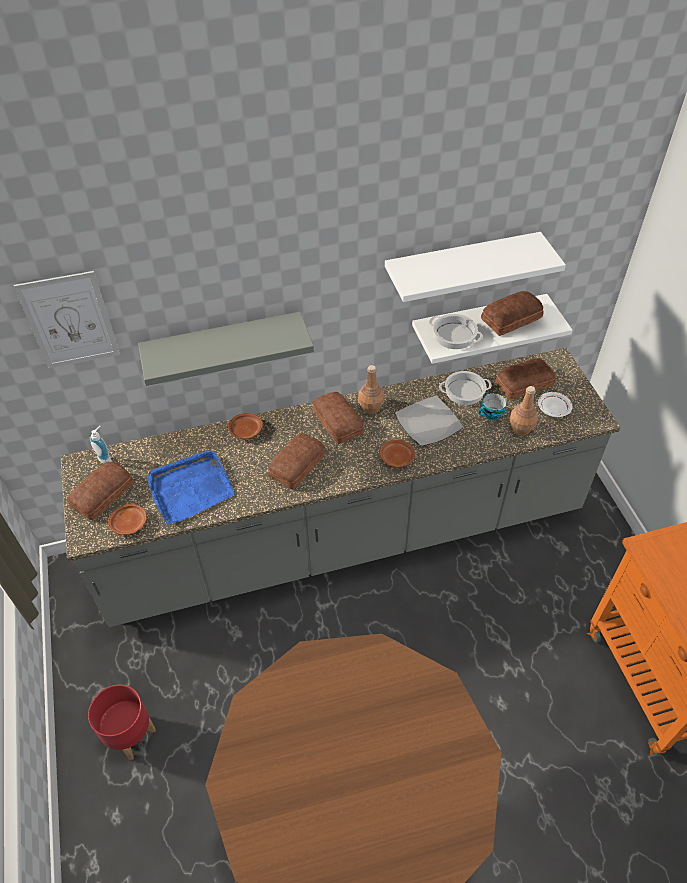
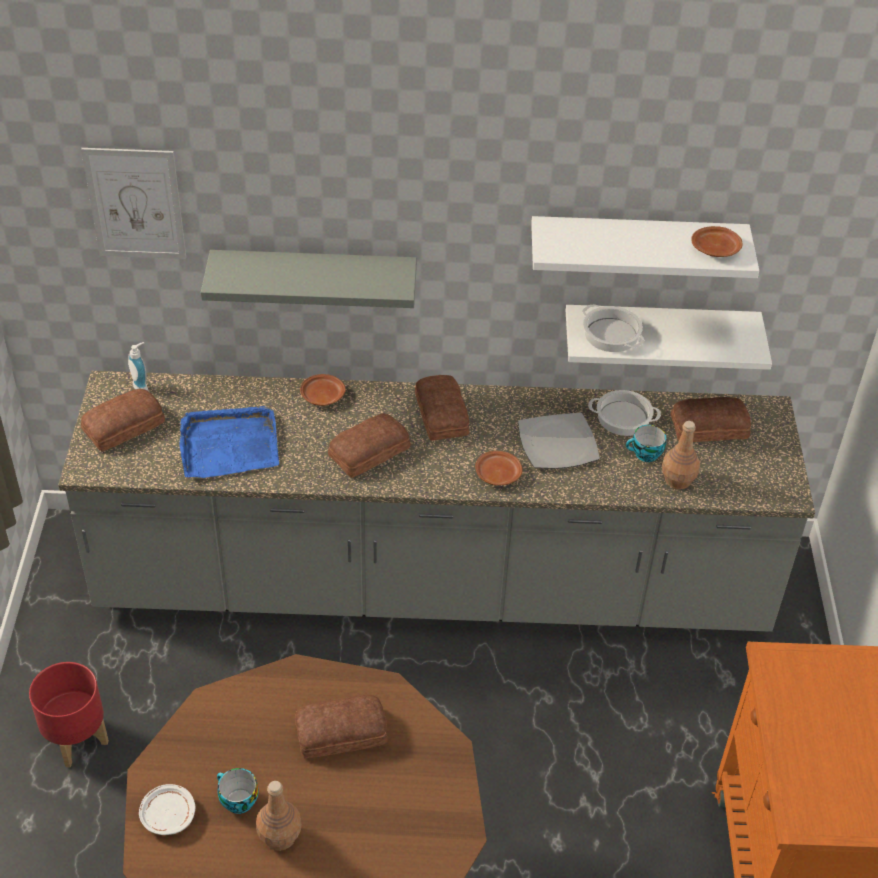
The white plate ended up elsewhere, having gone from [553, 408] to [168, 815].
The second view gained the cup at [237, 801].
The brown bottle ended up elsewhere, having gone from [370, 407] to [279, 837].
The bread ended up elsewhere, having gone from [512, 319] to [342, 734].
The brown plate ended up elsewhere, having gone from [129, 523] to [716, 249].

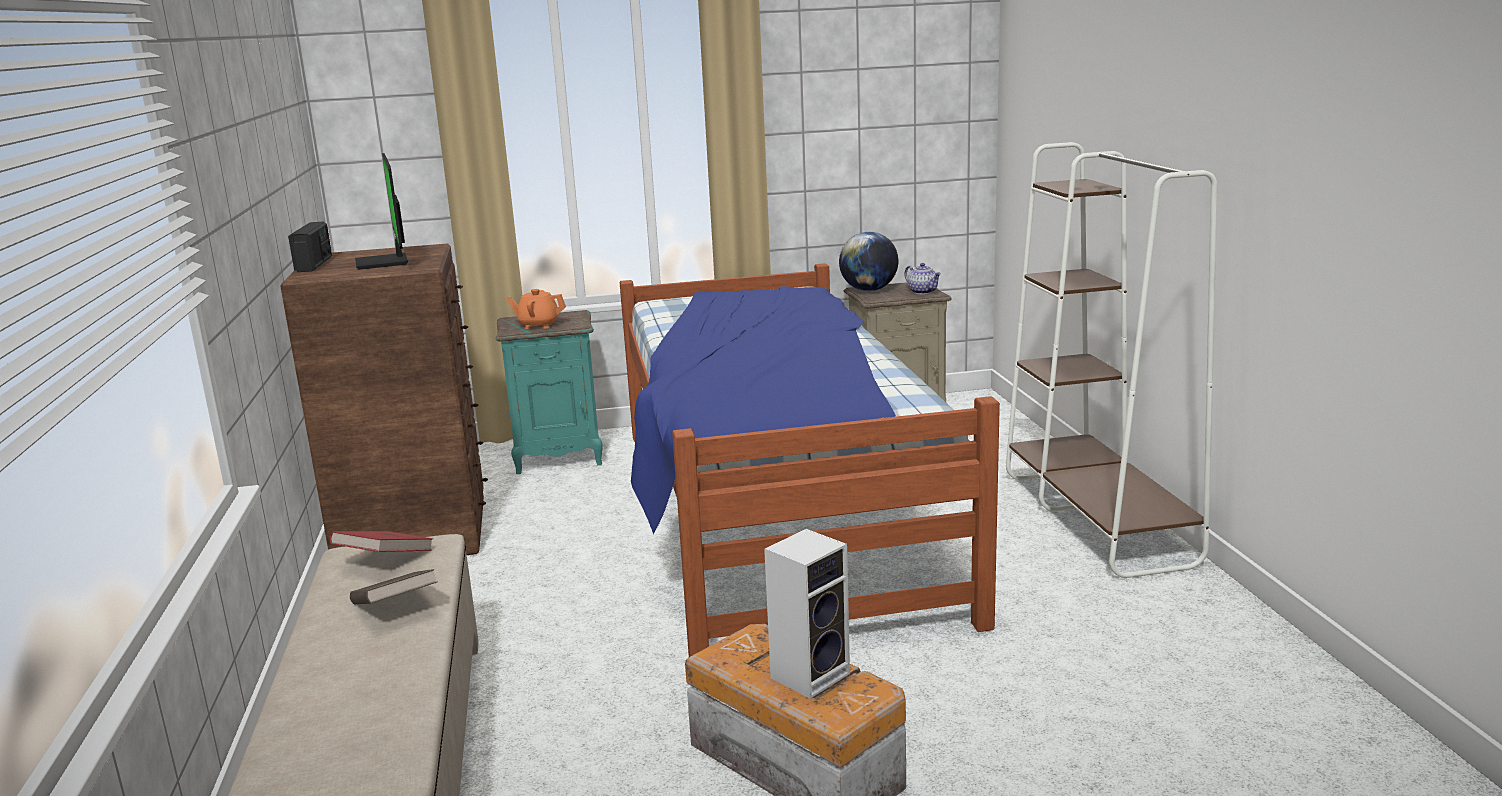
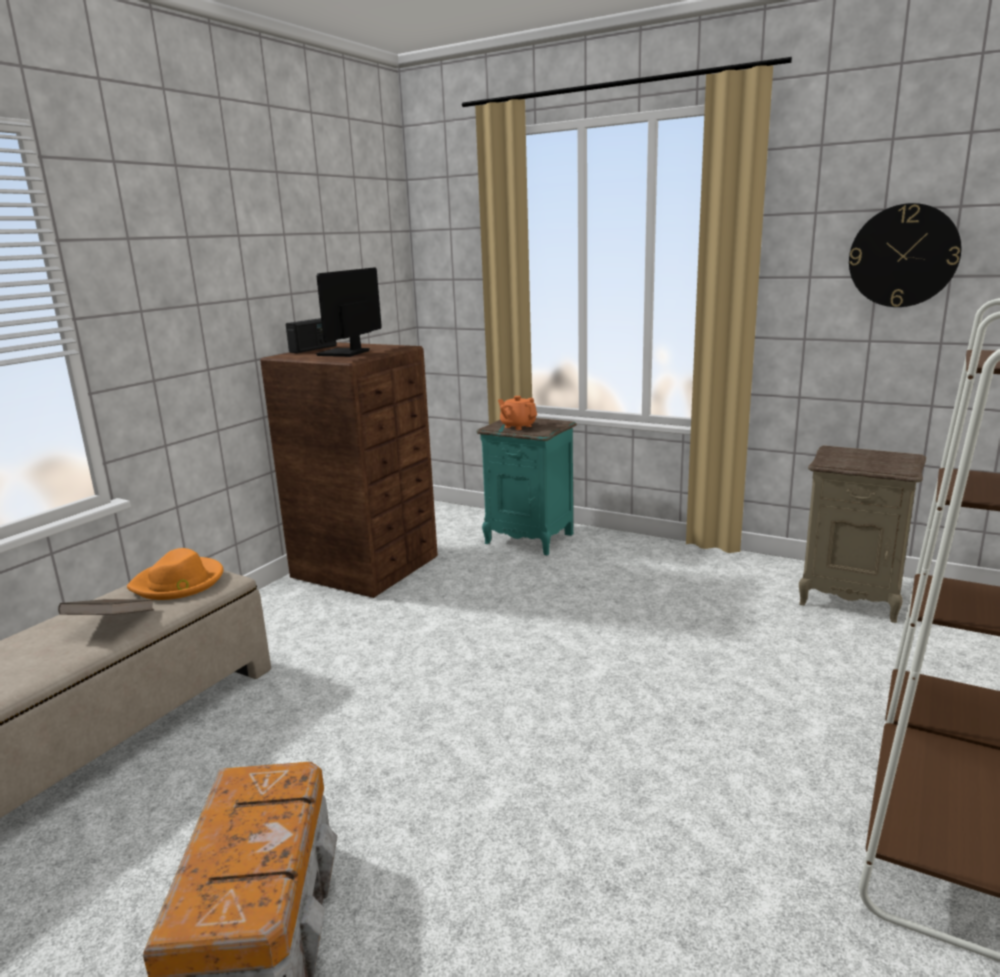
Where the red book stood at [385, 560], the orange hat came to stand at [179, 583].
The second view gained the wall clock at [903, 256].
The second view lost the bed at [774, 515].
The second view lost the speaker at [811, 674].
The second view lost the globe at [869, 290].
The second view lost the teapot at [923, 292].

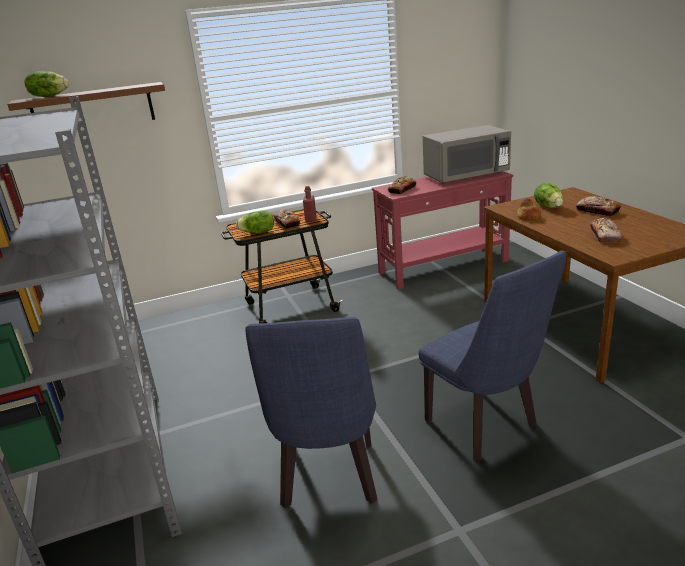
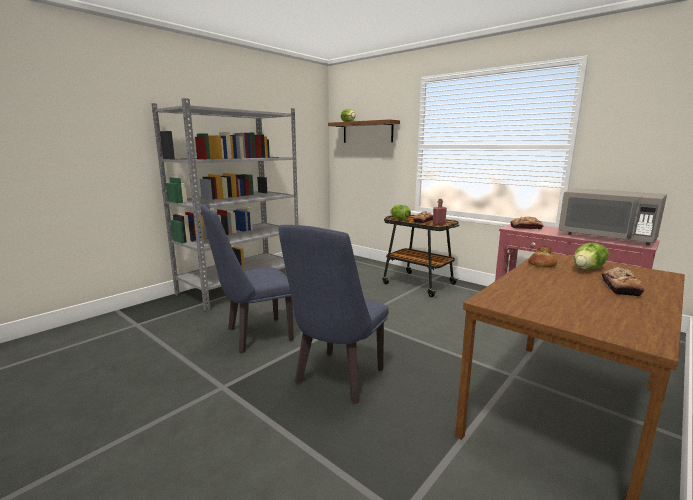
The second view lost the bread at [605, 235].

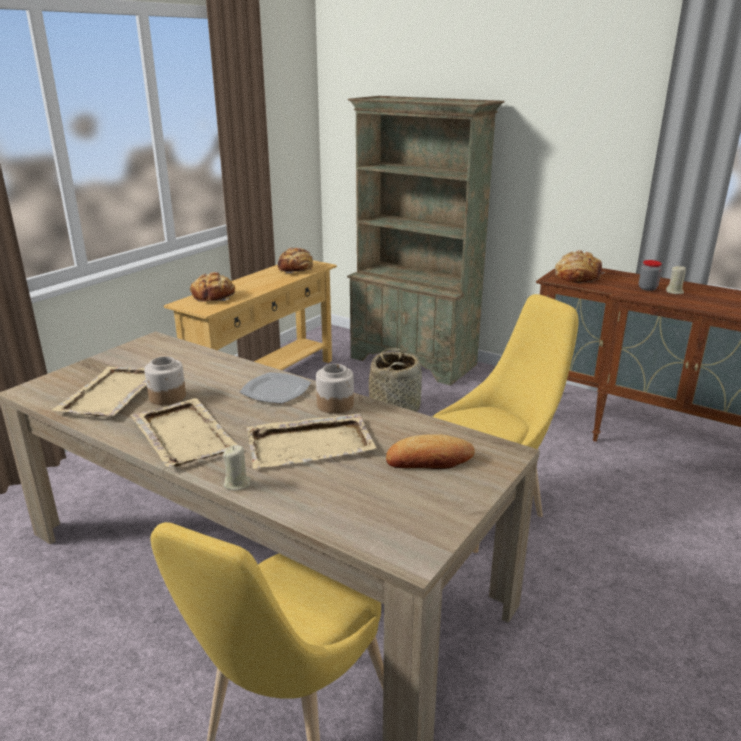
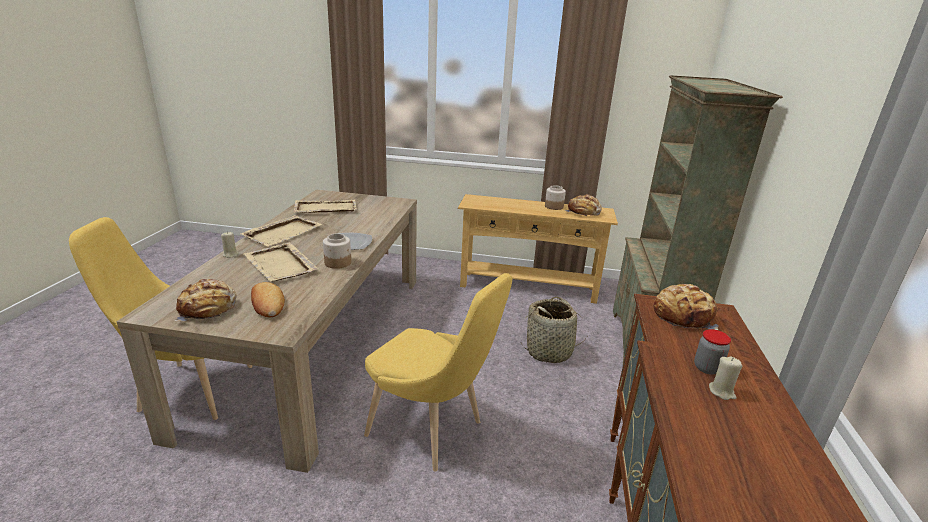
The bread ended up elsewhere, having gone from [214, 296] to [208, 309].
The jar ended up elsewhere, having gone from [167, 397] to [553, 206].

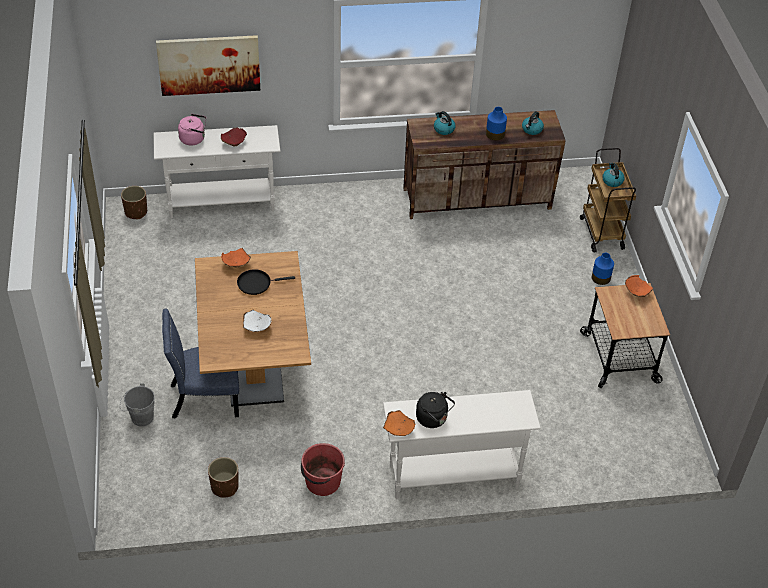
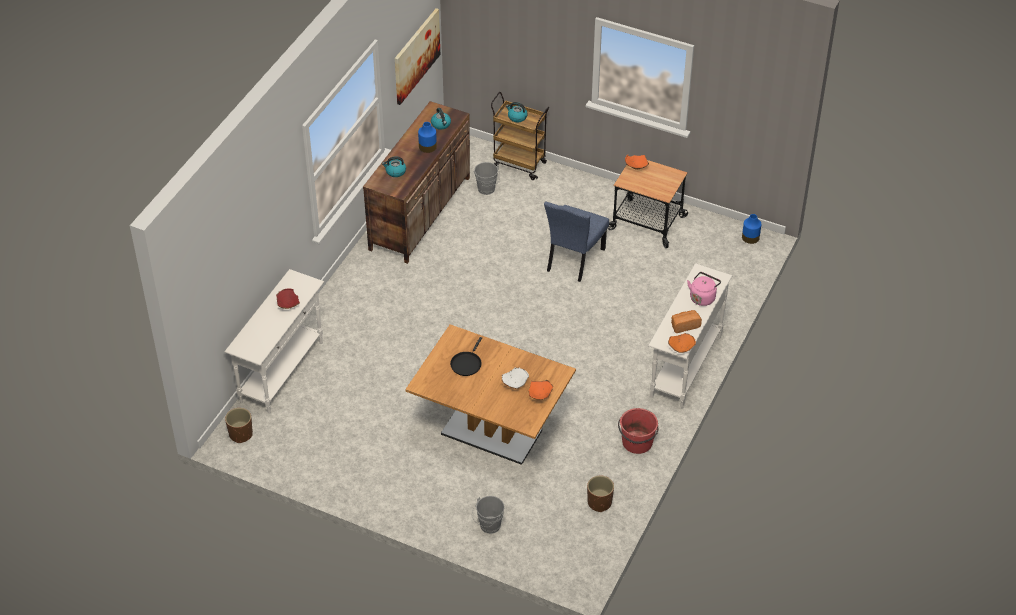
The picture ended up elsewhere, having gone from [209, 64] to [416, 55].
The second view gained the grey bucket at [487, 190].
The orange bowl ended up elsewhere, having gone from [236, 264] to [540, 395].
The blue chair ended up elsewhere, having gone from [206, 398] to [574, 258].
Where the black kettle stood at [433, 419], the bread came to stand at [684, 325].
The pink kettle ended up elsewhere, having gone from [194, 139] to [703, 297].
The blue vase ended up elsewhere, having gone from [601, 278] to [750, 237].

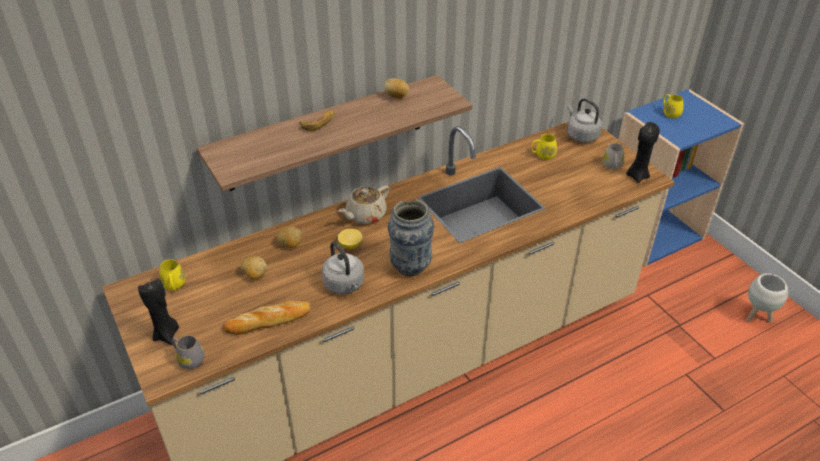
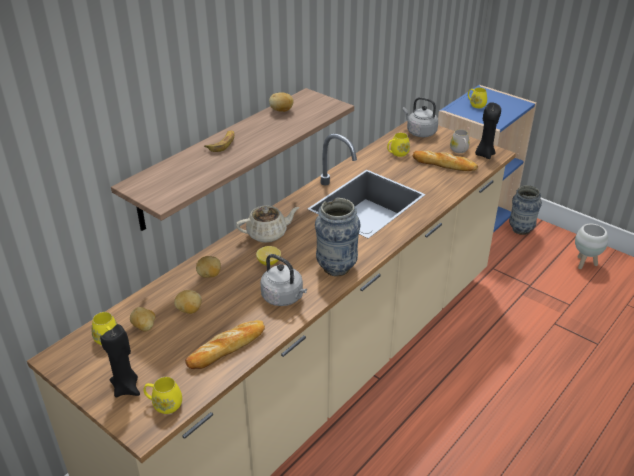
The second view gained the potato at [144, 327].
What was the grey mug at [189, 359] turned into the yellow mug at [164, 404].
The beige teapot at [365, 215] ended up facing another way, 135 degrees counterclockwise from before.
The second view gained the bread at [444, 164].
The second view gained the vase at [520, 230].

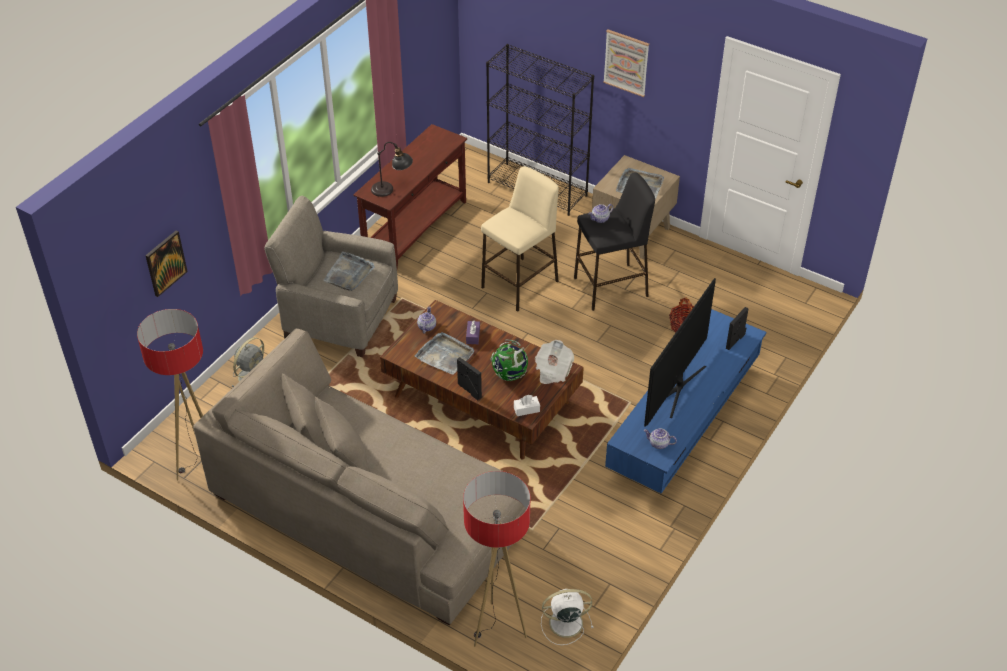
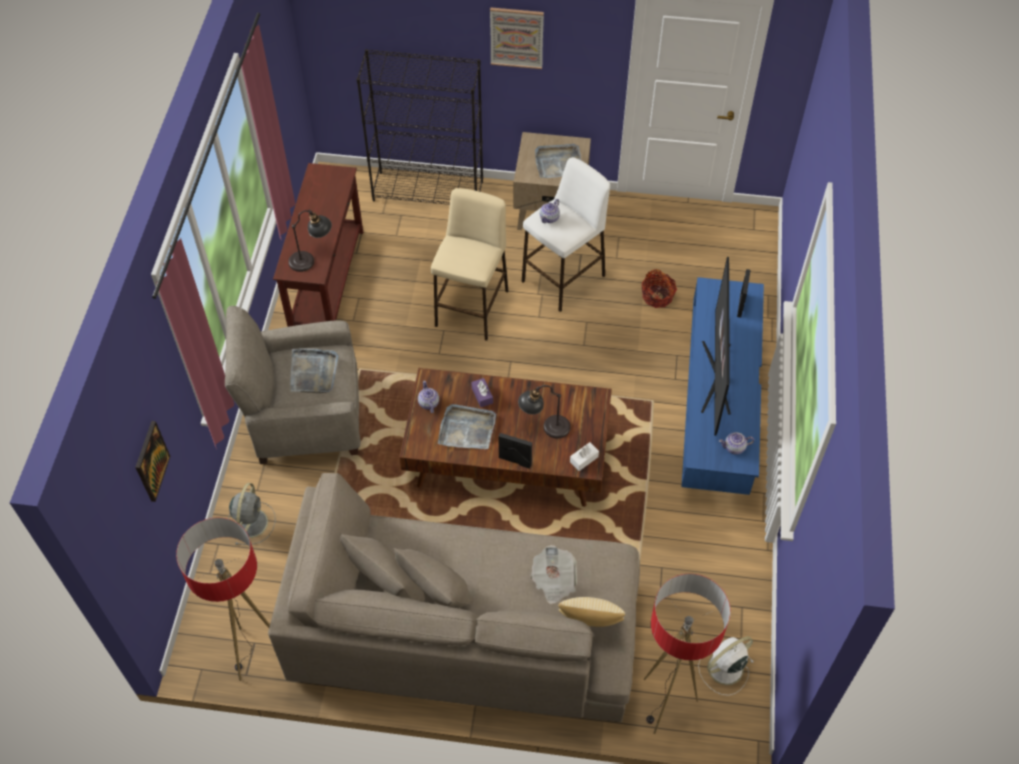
Where the globe stood at [509, 374], the grey table lamp came to stand at [544, 426].
What was the black stool at [611, 287] turned into the white stool at [564, 278].
The newspaper ended up elsewhere, having gone from [553, 370] to [554, 581].
The second view gained the pillow at [590, 625].

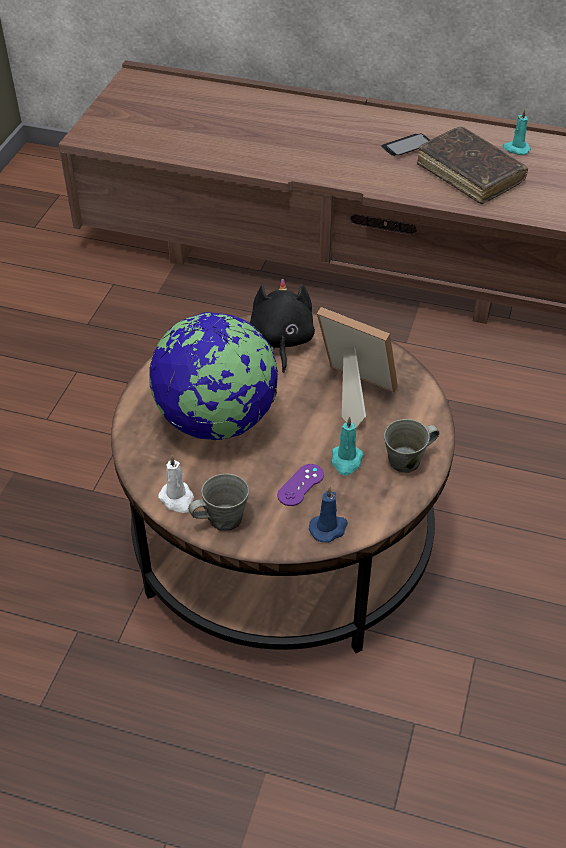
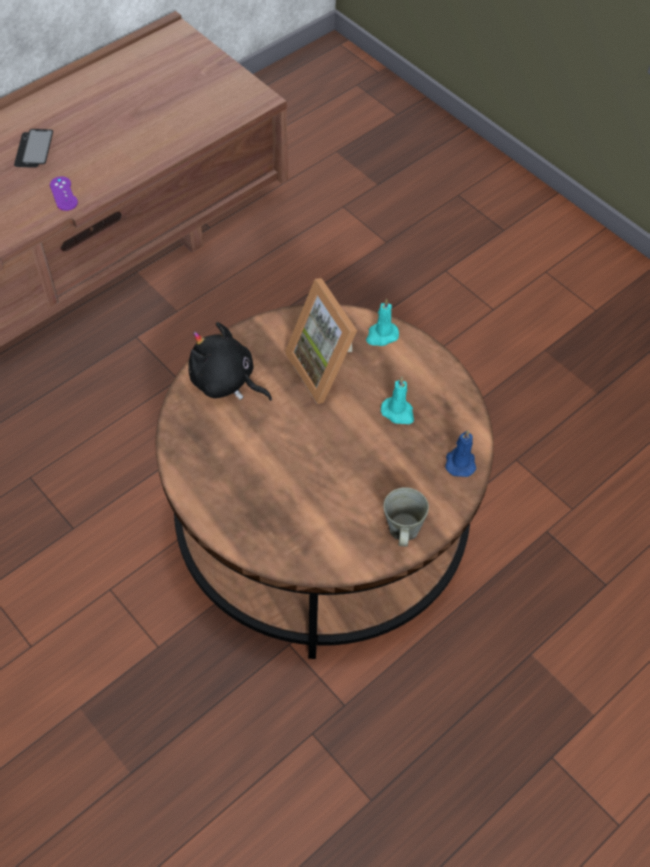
The purple game controller ended up elsewhere, having gone from [300, 485] to [63, 194].
The picture frame at [351, 394] ended up facing another way, 90 degrees counterclockwise from before.
The turquoise candle ended up elsewhere, having gone from [515, 149] to [381, 335].
The second view lost the globe at [217, 421].
The second view lost the white candle at [177, 499].
The second view lost the grey mug at [406, 461].
The second view lost the brown book at [469, 174].

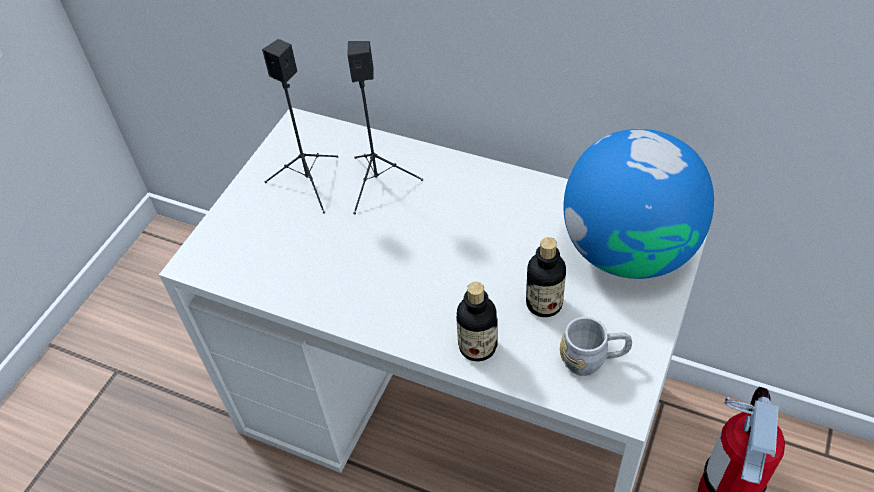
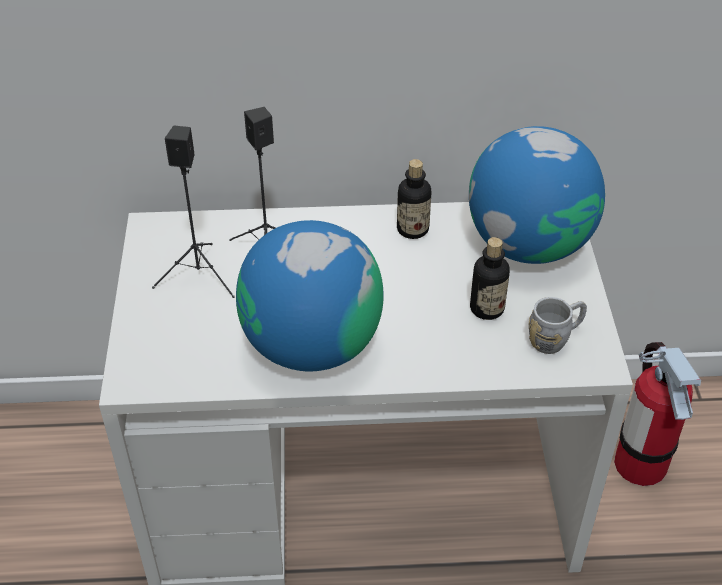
The second view gained the globe at [312, 345].
The bottle ended up elsewhere, having gone from [477, 347] to [412, 229].

